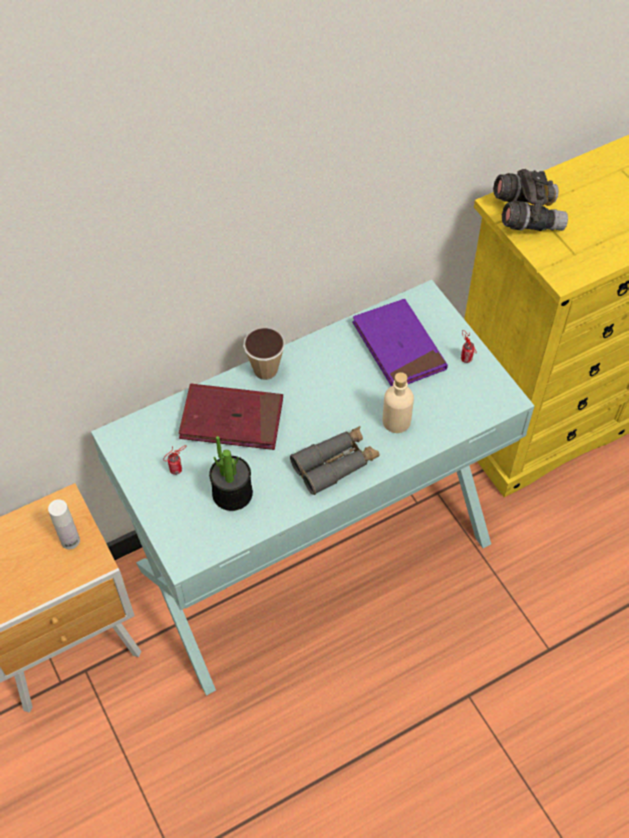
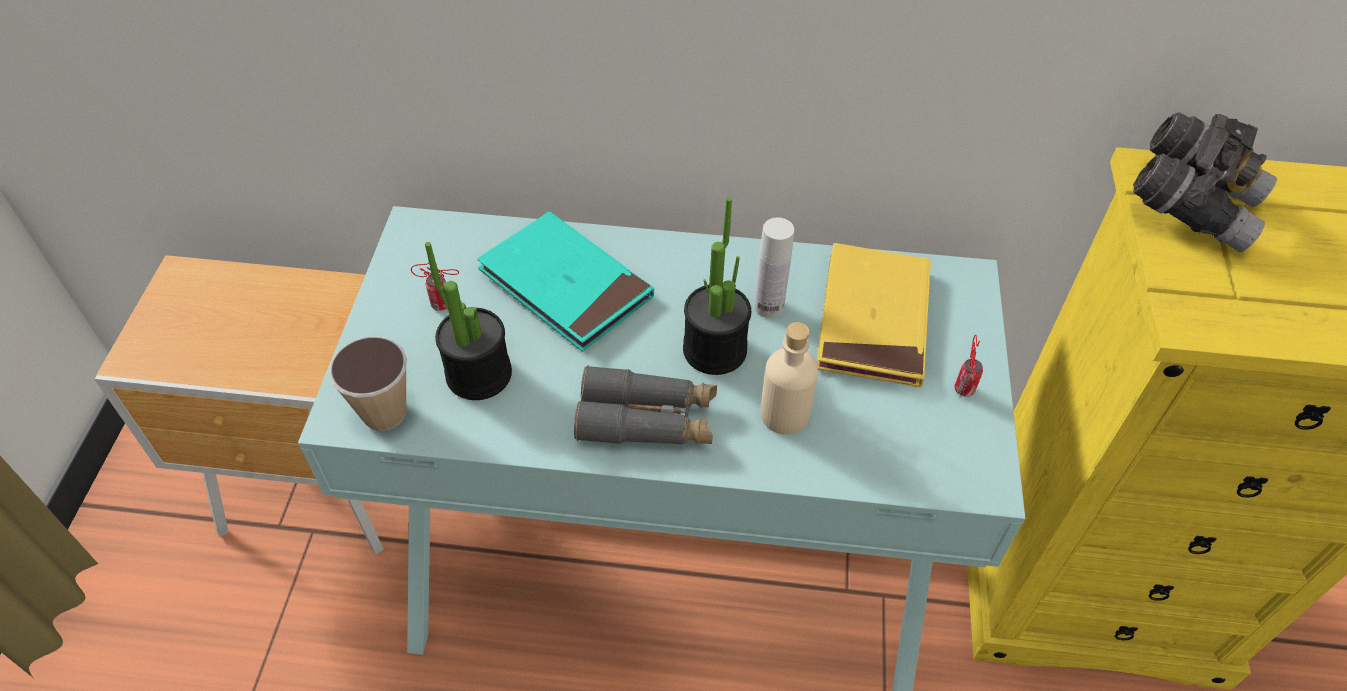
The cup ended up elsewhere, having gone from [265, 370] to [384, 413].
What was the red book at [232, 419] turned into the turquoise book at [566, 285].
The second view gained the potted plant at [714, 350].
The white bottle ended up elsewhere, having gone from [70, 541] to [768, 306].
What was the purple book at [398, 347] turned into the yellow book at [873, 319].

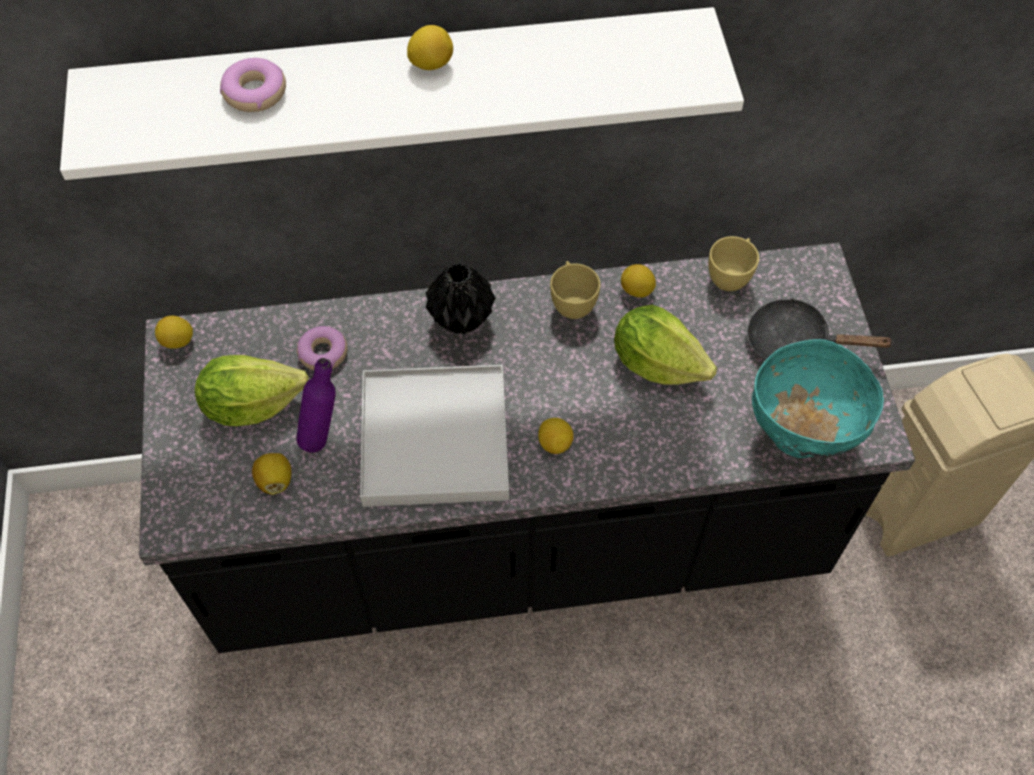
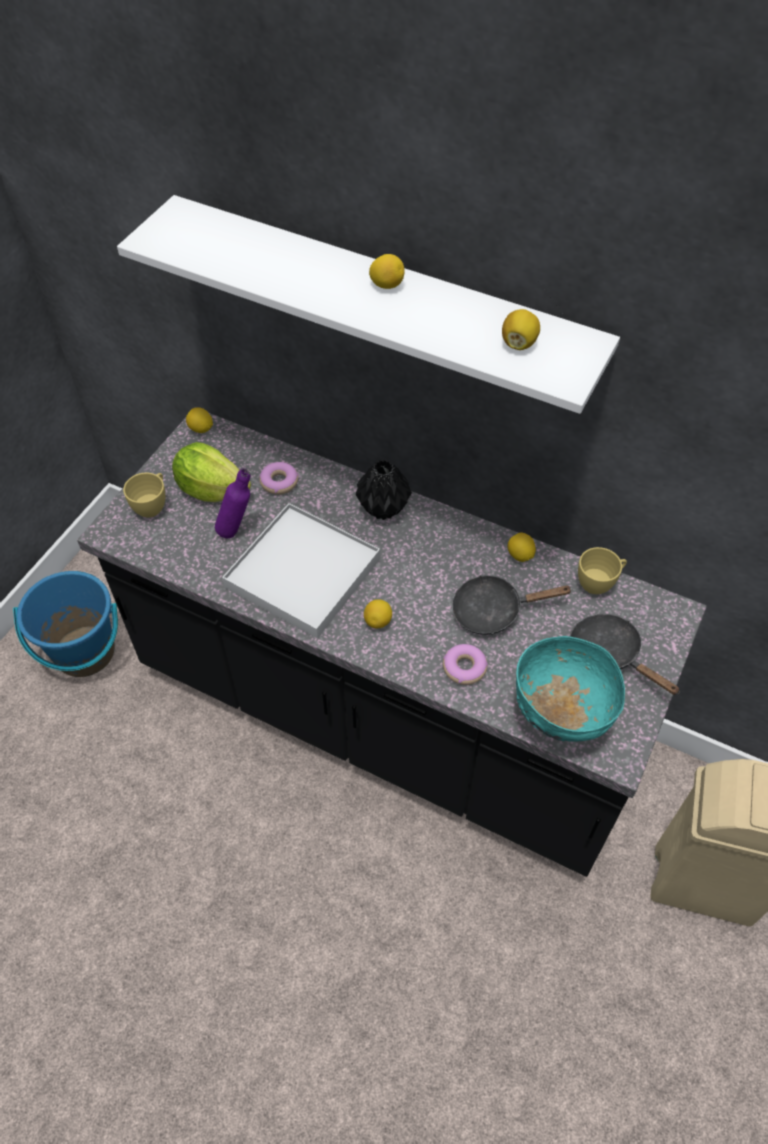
The second view gained the blue bucket at [85, 652].
The yellow cup ended up elsewhere, having gone from [572, 302] to [152, 505].
The donut ended up elsewhere, having gone from [255, 92] to [464, 668].
Where the lettuce stood at [657, 363], the black frying pan came to stand at [493, 610].
The lemon ended up elsewhere, having gone from [275, 480] to [518, 343].

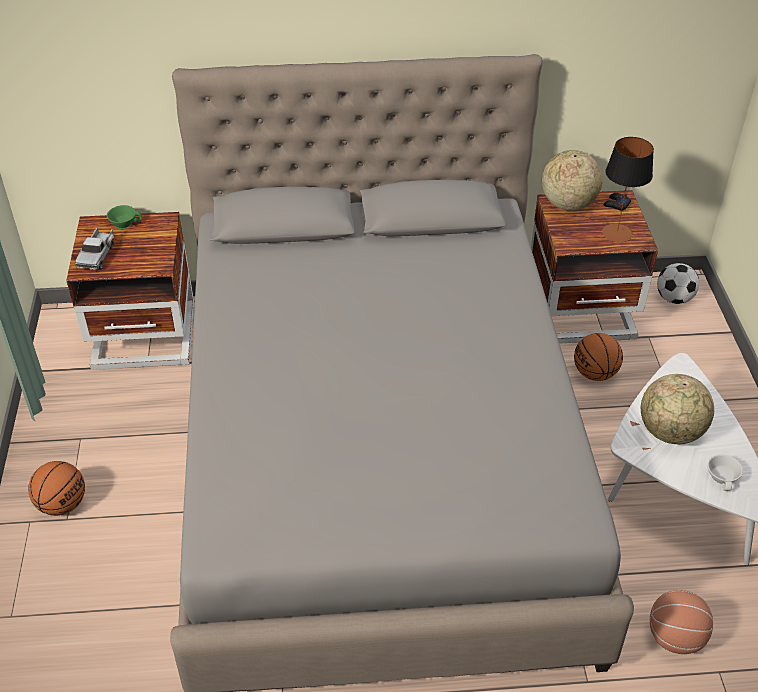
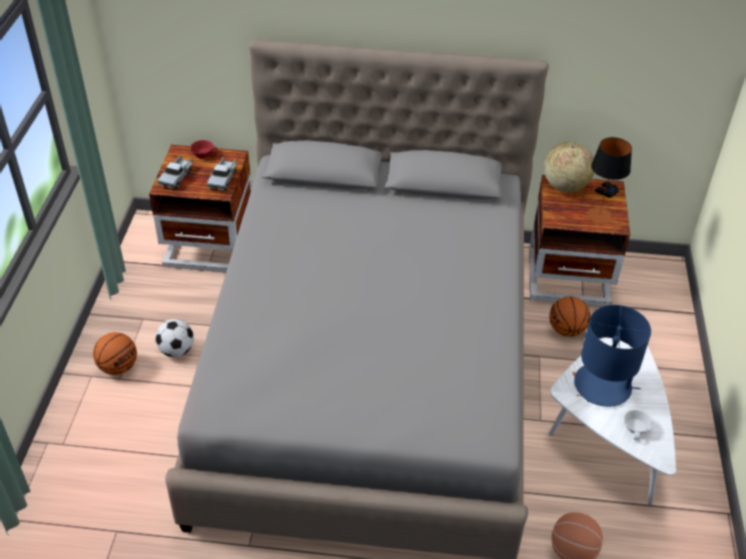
The football ended up elsewhere, having gone from [674, 298] to [176, 350].
What was the green cup at [124, 223] turned into the red cup at [203, 154].
The second view gained the toy truck at [223, 179].
Where the globe stood at [670, 432], the blue table lamp came to stand at [603, 386].

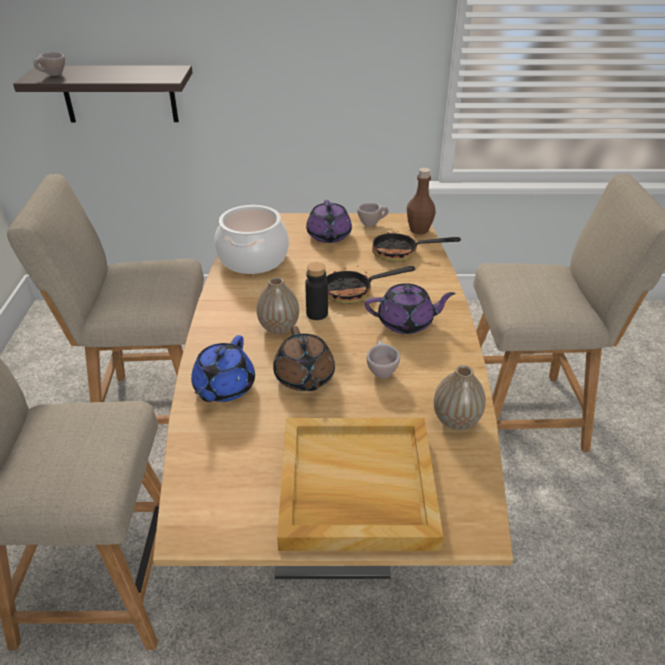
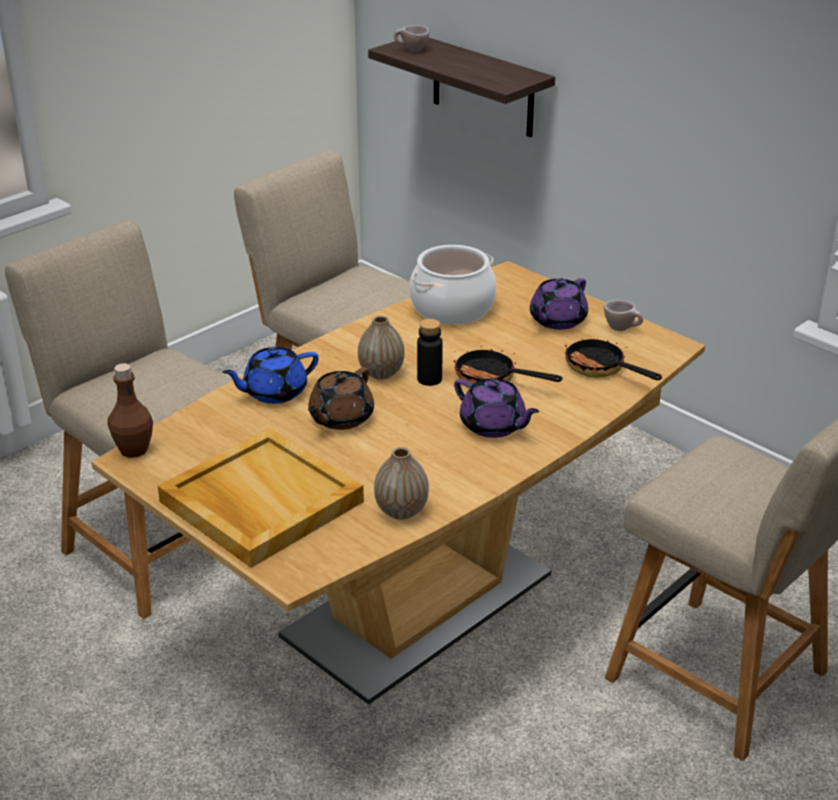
The brown bottle ended up elsewhere, having gone from [419, 230] to [134, 450].
The second view lost the beige cup at [380, 371].

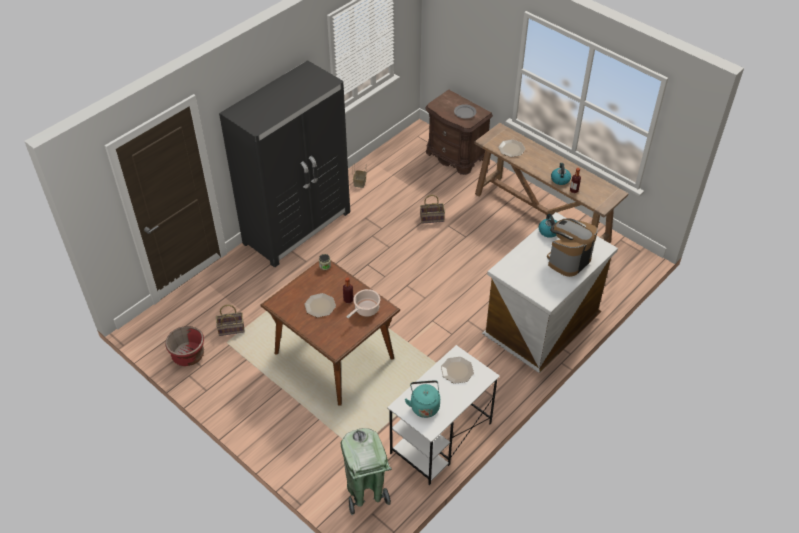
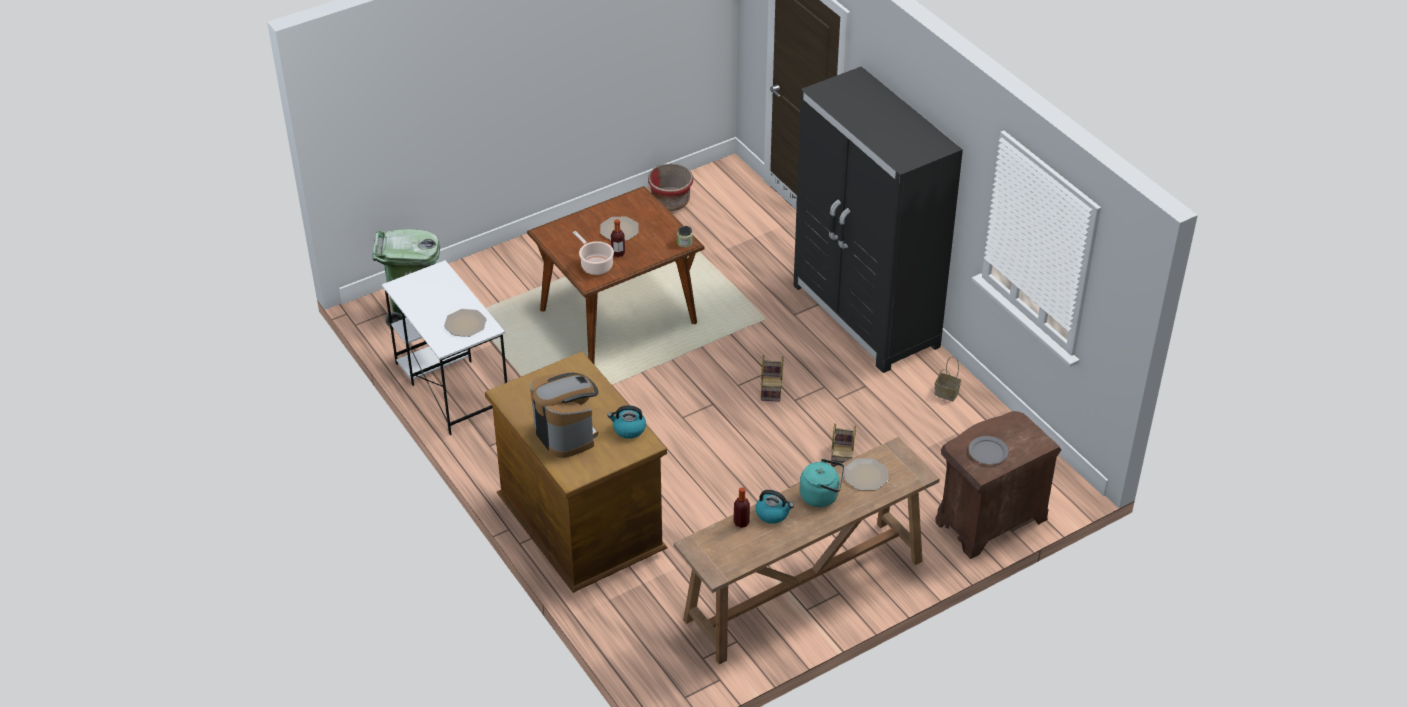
What was the white dresser at [541, 327] turned into the brown dresser at [580, 525].
The basket ended up elsewhere, having gone from [232, 328] to [772, 389].
The turquoise kettle ended up elsewhere, having gone from [424, 406] to [822, 496].

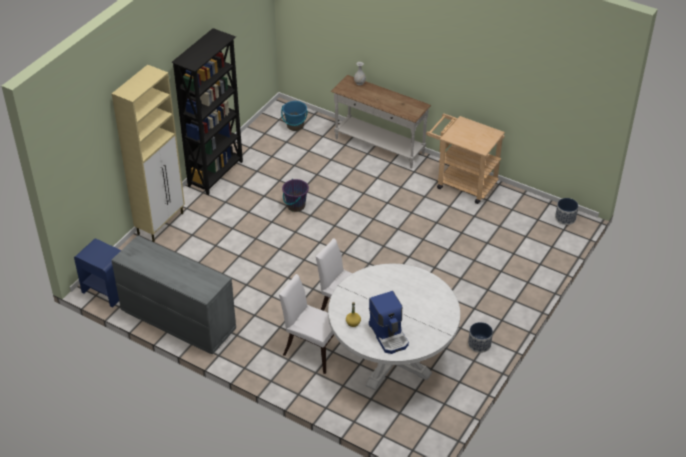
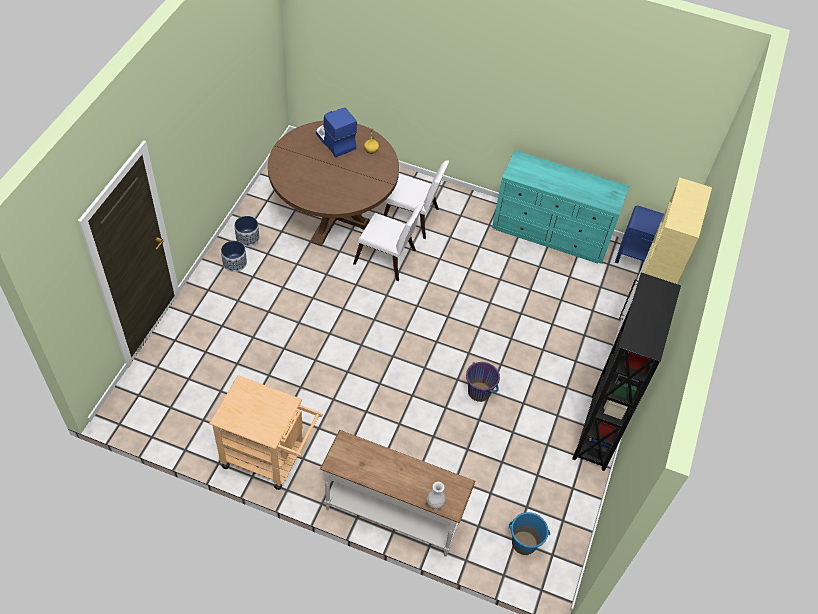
The planter ended up elsewhere, having gone from [565, 218] to [234, 263].
What was the white dining table at [392, 359] turned into the brown dining table at [333, 215].
What was the grey dresser at [177, 320] turned into the turquoise dresser at [552, 233].

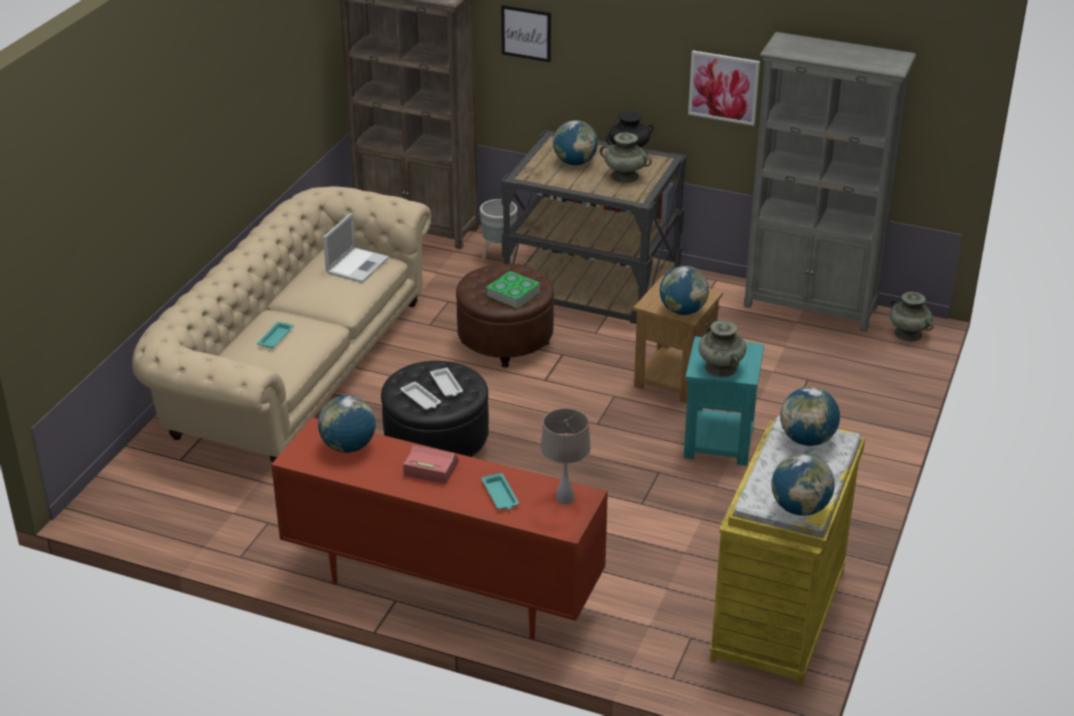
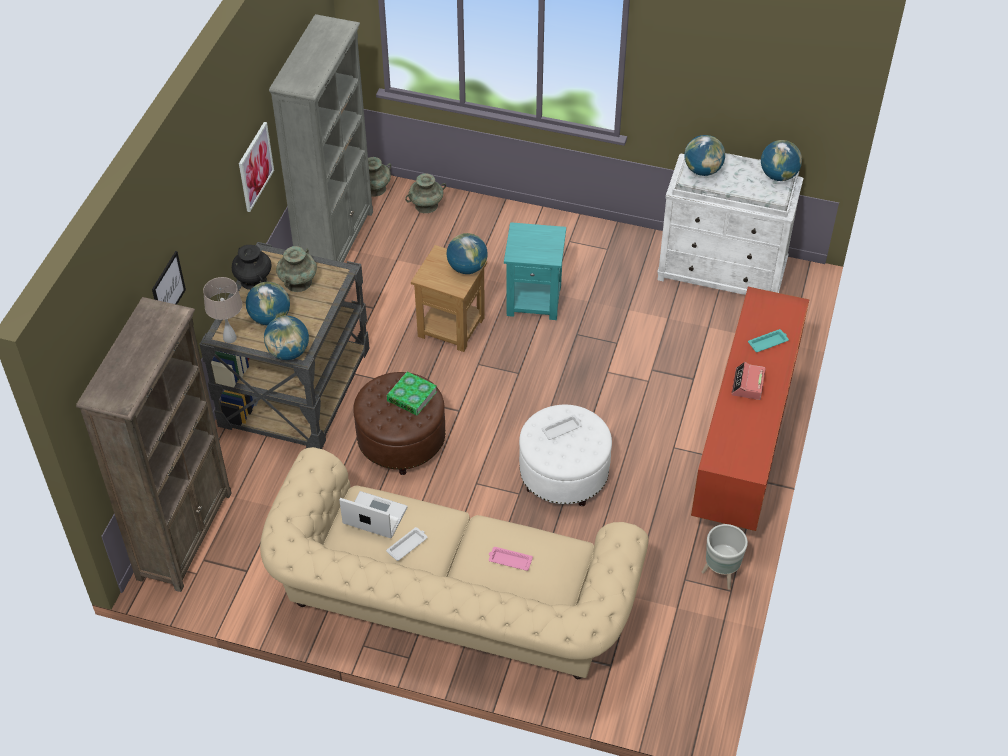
The beige table lamp ended up elsewhere, having gone from [564, 498] to [230, 338].
The globe ended up elsewhere, having gone from [348, 446] to [288, 352].
The white tray ended up elsewhere, having gone from [421, 399] to [407, 545].
The turquoise vase ended up elsewhere, having gone from [720, 368] to [426, 205].
What was the turquoise tray at [276, 337] turned into the pink tray at [509, 560].
What was the black ottoman at [436, 446] turned into the white ottoman at [563, 476].
What was the yellow dresser at [778, 615] turned into the white dresser at [722, 271].
The grey planter ended up elsewhere, having gone from [499, 257] to [721, 574].

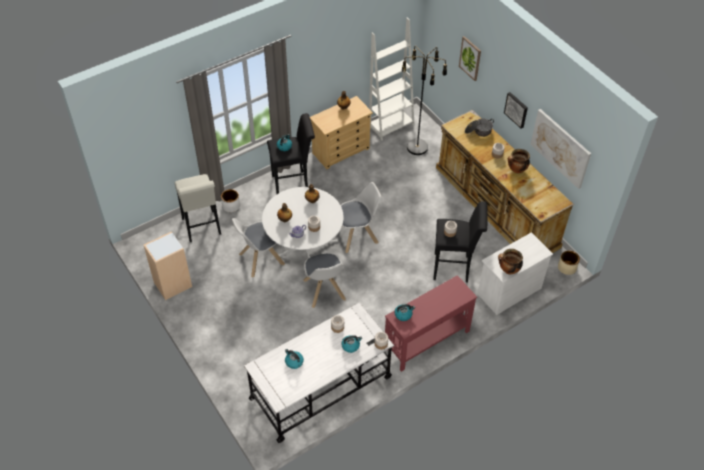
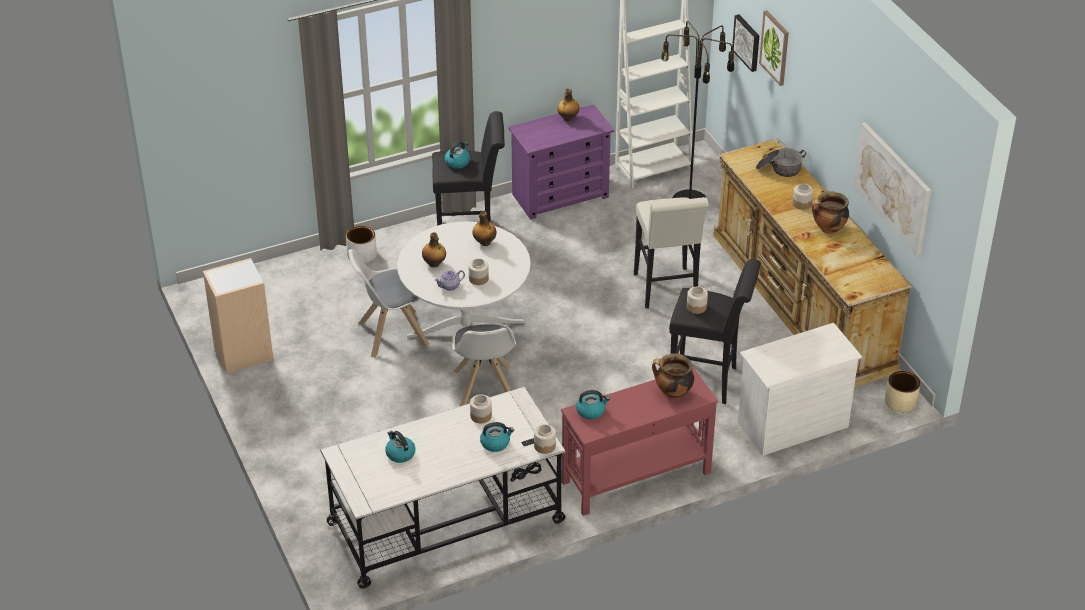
What was the beige dresser at [341, 151] turned into the purple dresser at [561, 195].
The white stool ended up elsewhere, having gone from [202, 228] to [666, 291].
The cooking pot ended up elsewhere, having gone from [508, 270] to [672, 393].
The picture ended up elsewhere, having gone from [516, 109] to [747, 42].
The second view lost the chair at [357, 236].

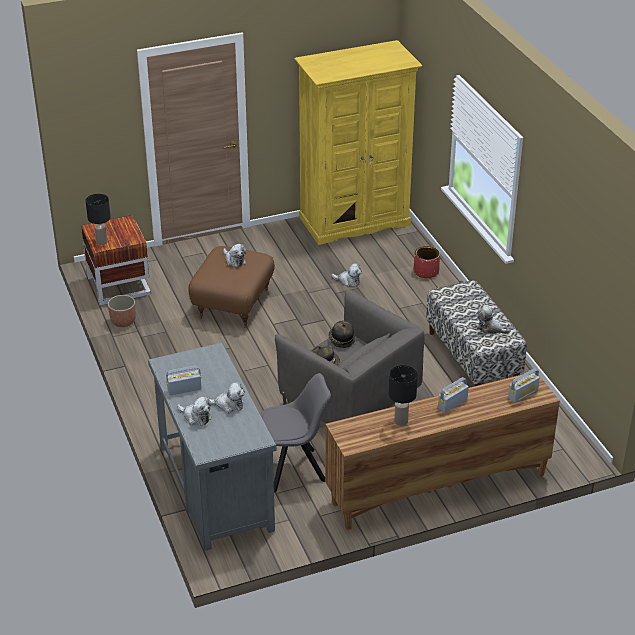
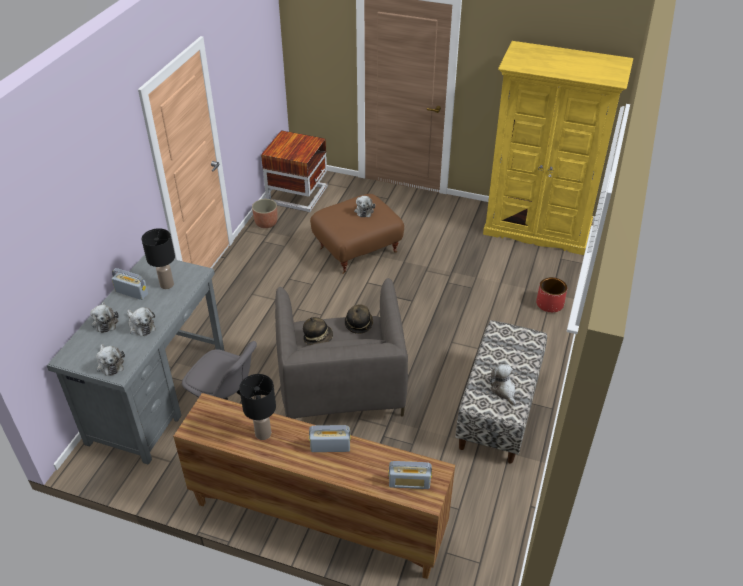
The plush toy ended up elsewhere, having gone from [348, 281] to [110, 364].
The black table lamp ended up elsewhere, having gone from [102, 242] to [167, 285].

